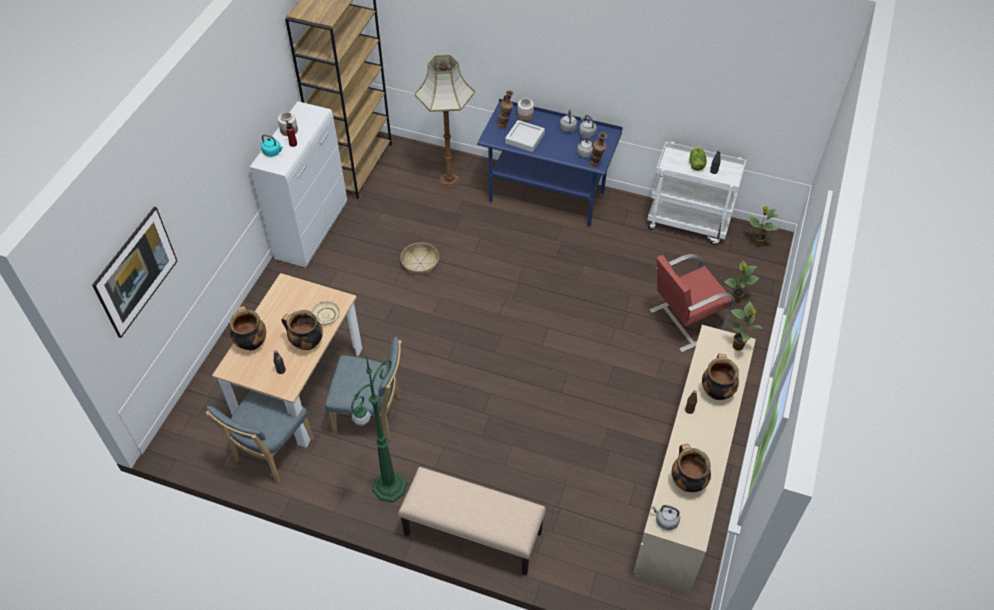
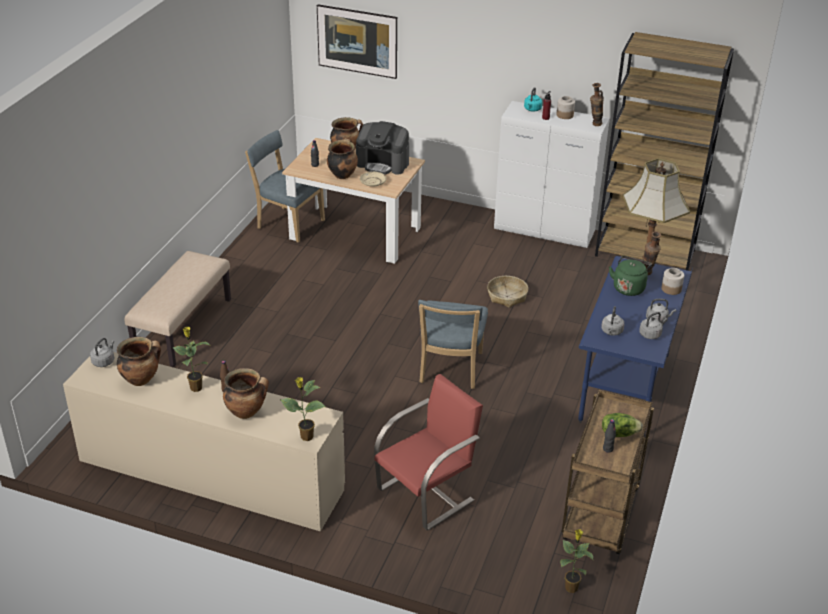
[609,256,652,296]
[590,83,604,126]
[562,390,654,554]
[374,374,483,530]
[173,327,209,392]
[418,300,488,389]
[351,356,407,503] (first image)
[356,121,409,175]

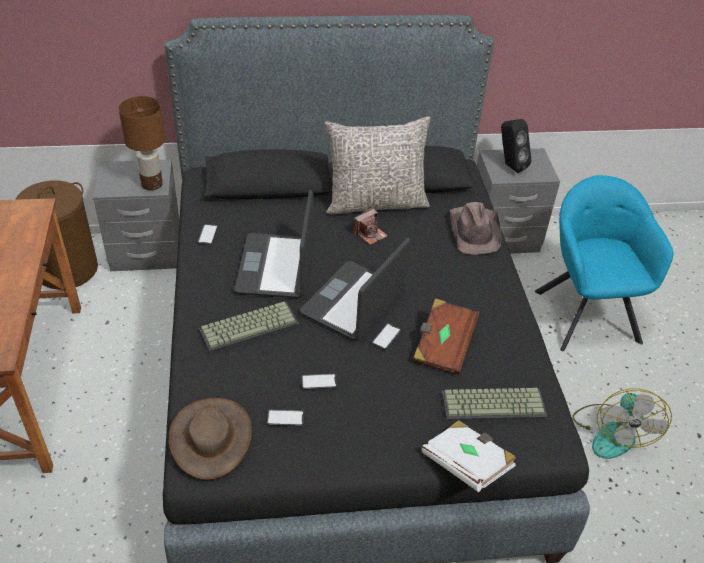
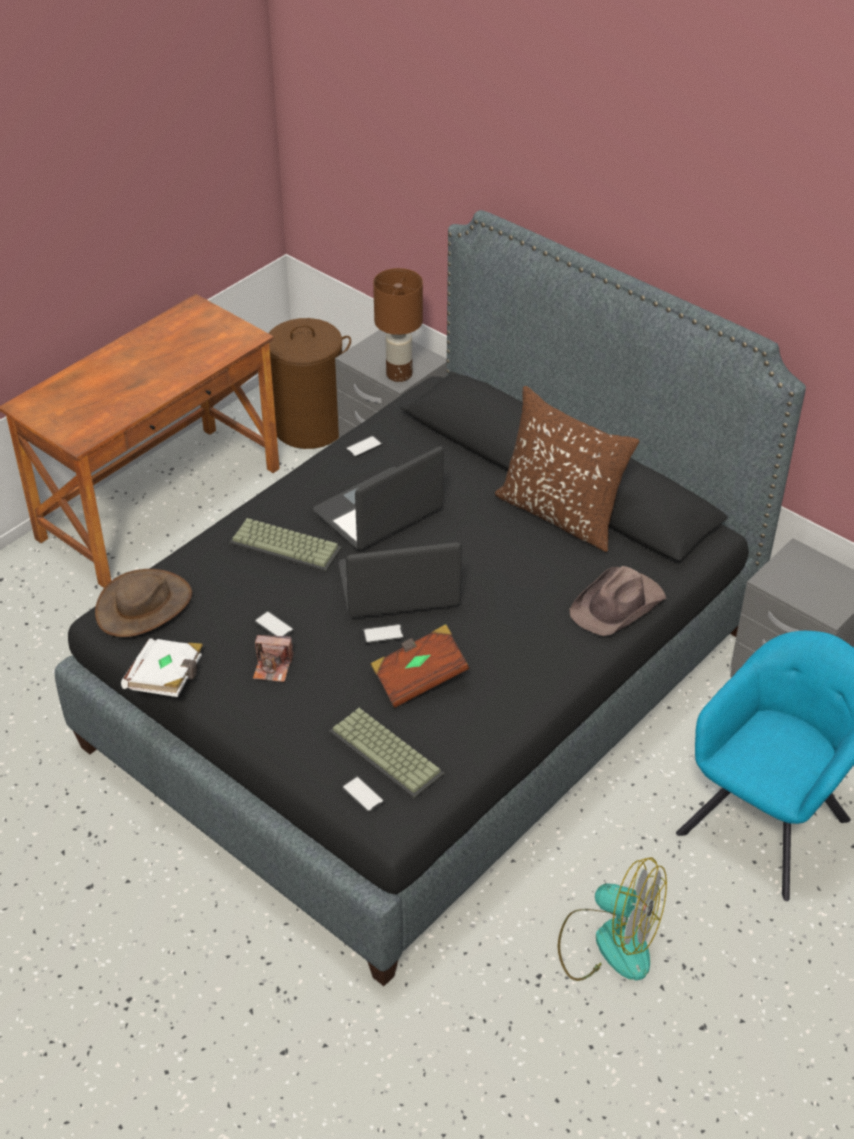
[495,386,639,552]
[501,119,531,173] (first image)
[253,635,293,682]
[558,858,667,981]
[341,776,385,813]
[121,638,203,697]

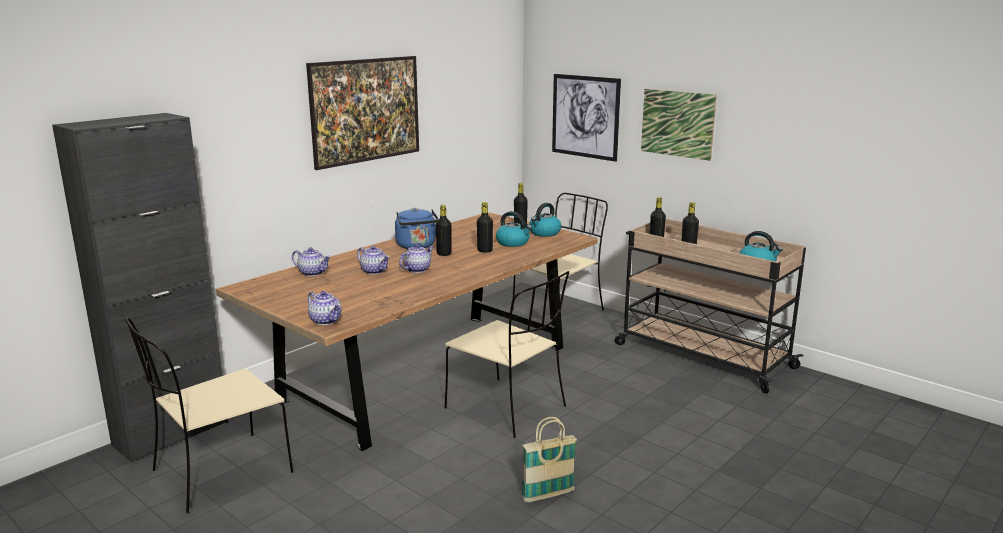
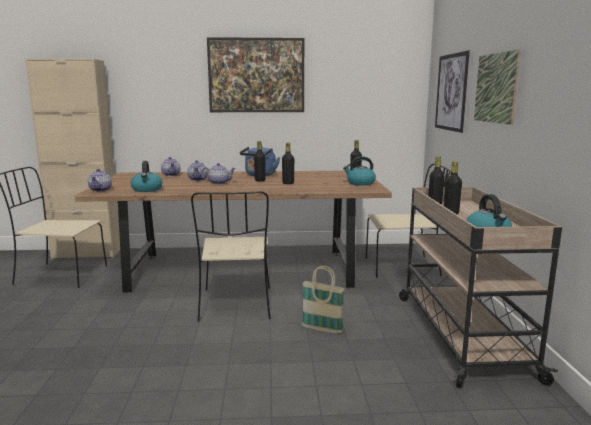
[25,59,120,259]
[131,161,162,192]
[302,266,345,334]

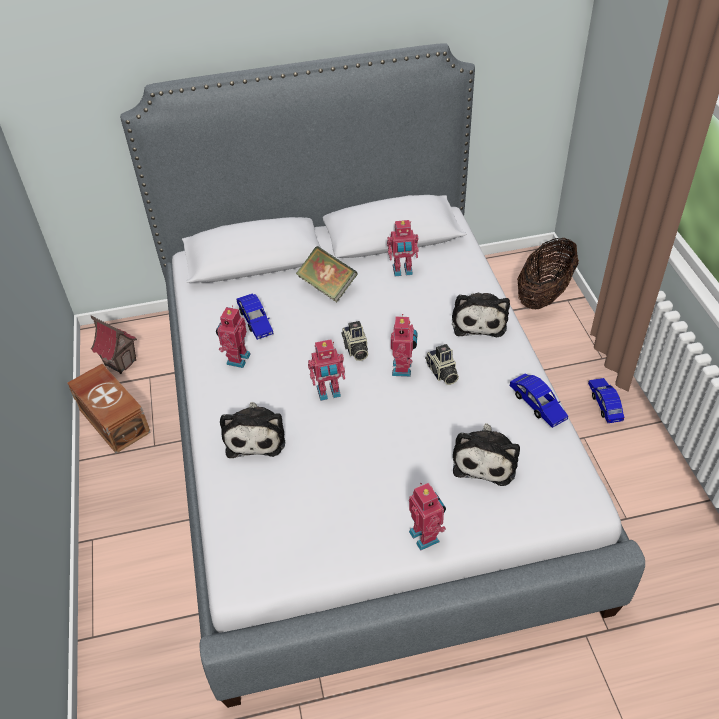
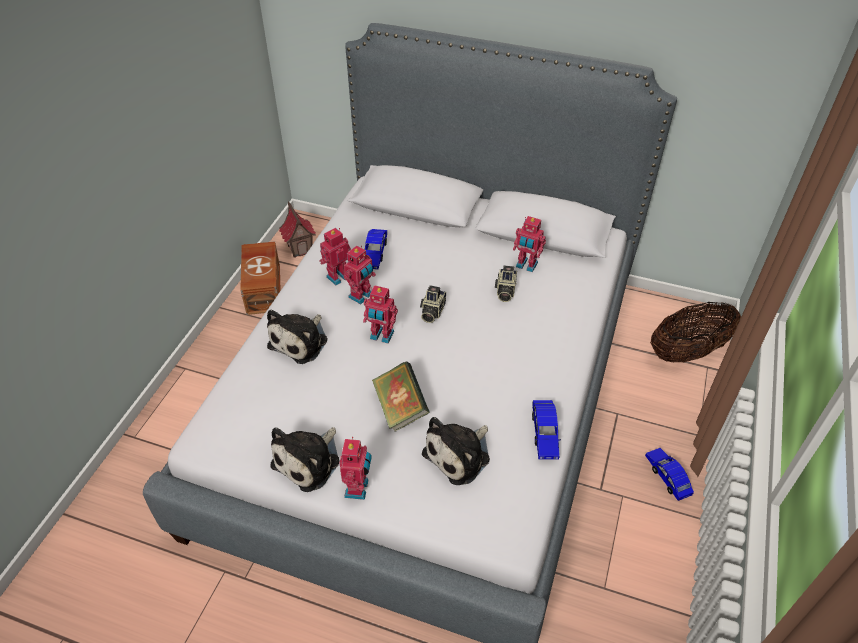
[372,361,430,432]
[270,427,340,492]
[344,245,376,304]
[495,265,517,302]
[645,448,694,501]

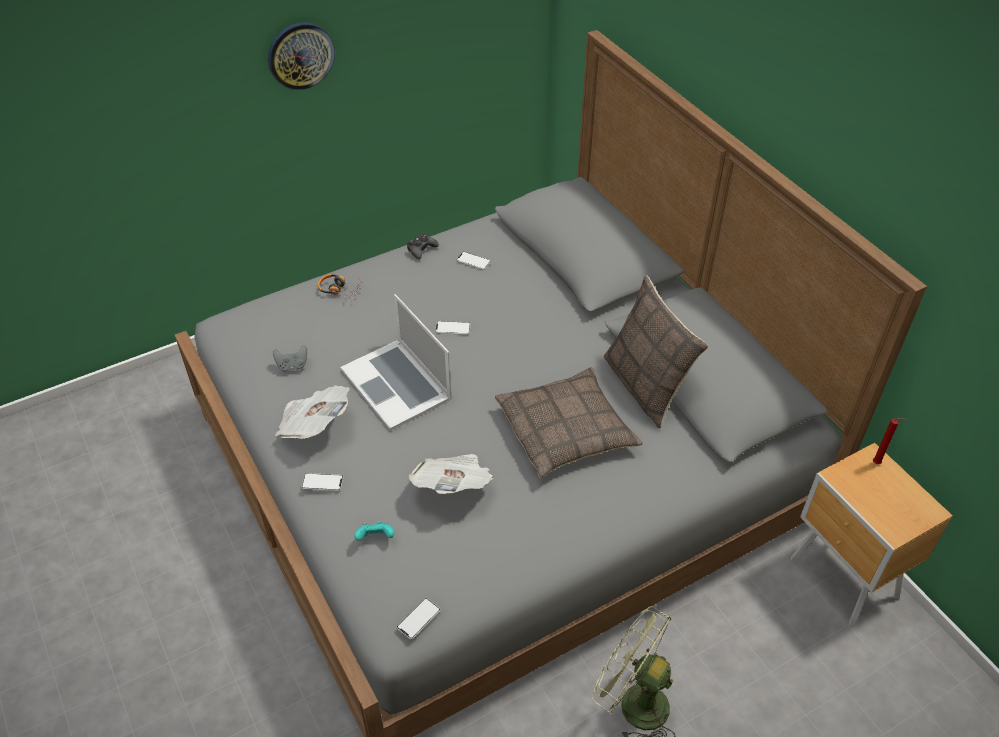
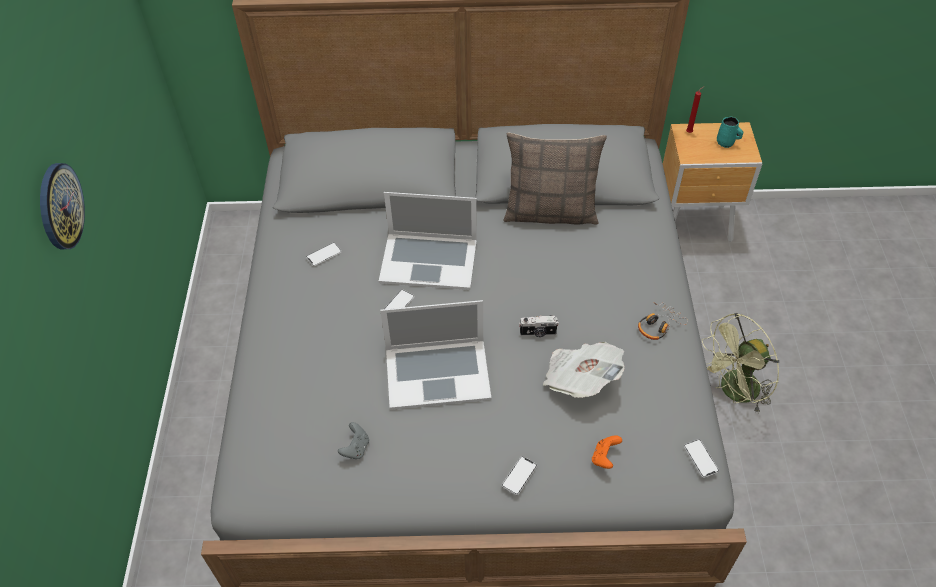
[407,234,439,259] (first image)
[638,302,688,340]
[495,367,643,478] (first image)
[275,385,349,439] (first image)
[592,435,622,469]
[717,116,743,148]
[379,192,477,290]
[519,315,559,337]

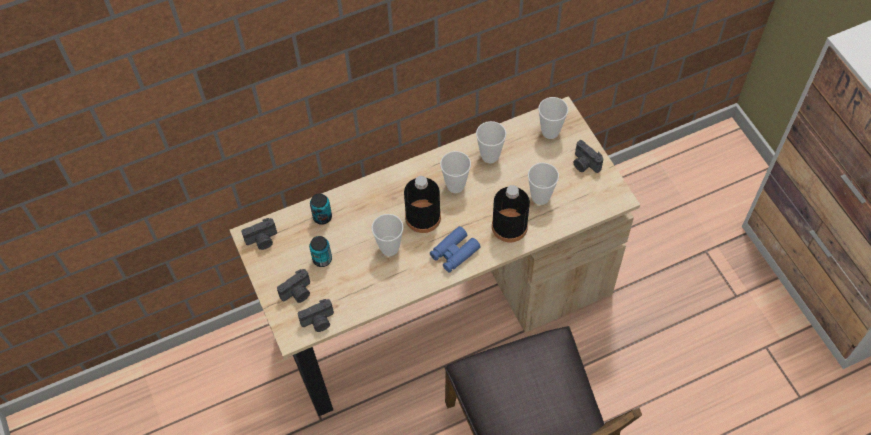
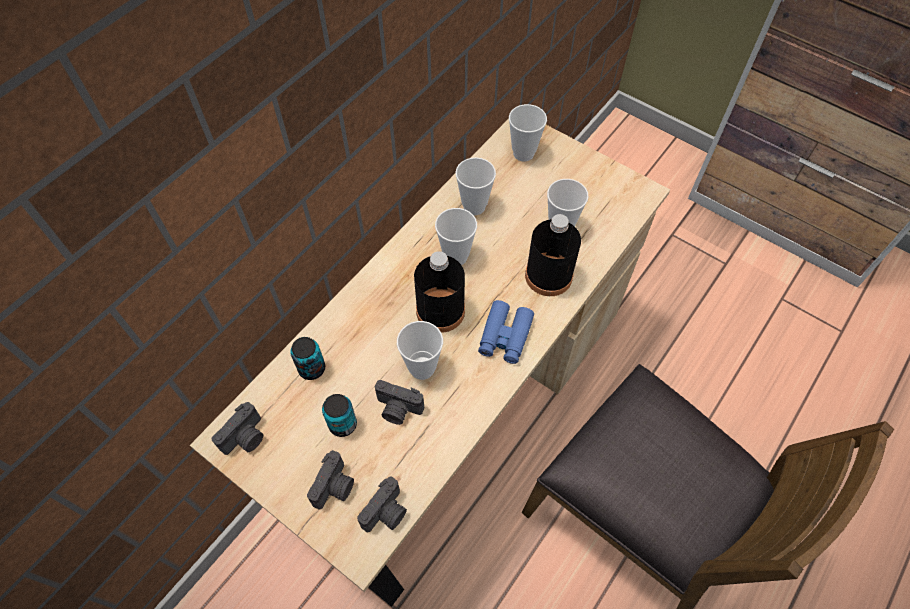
[375,380,424,425]

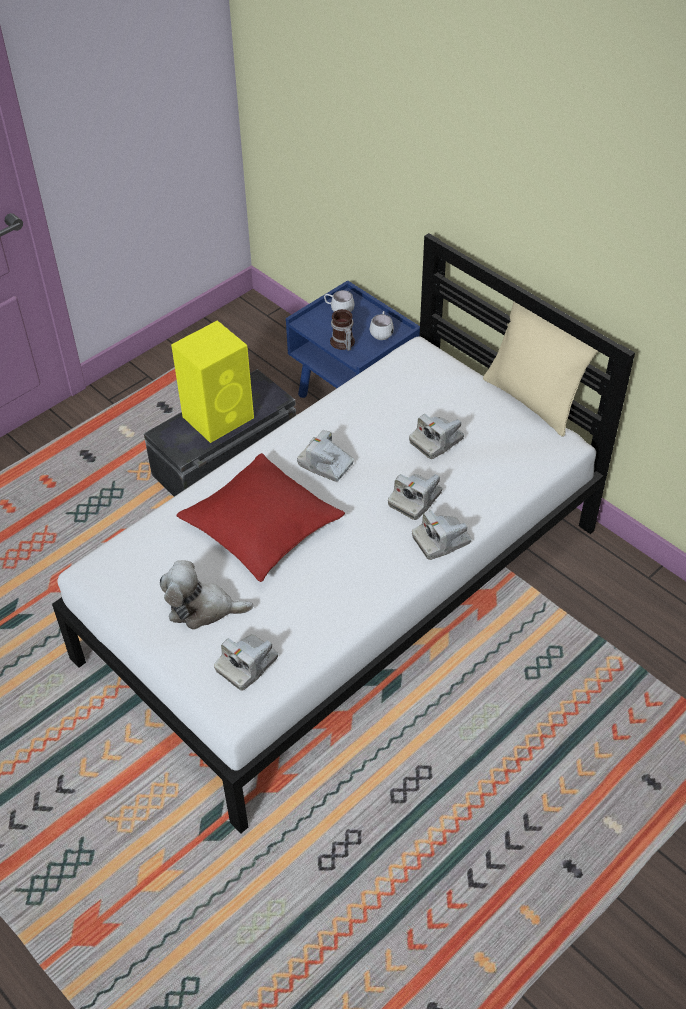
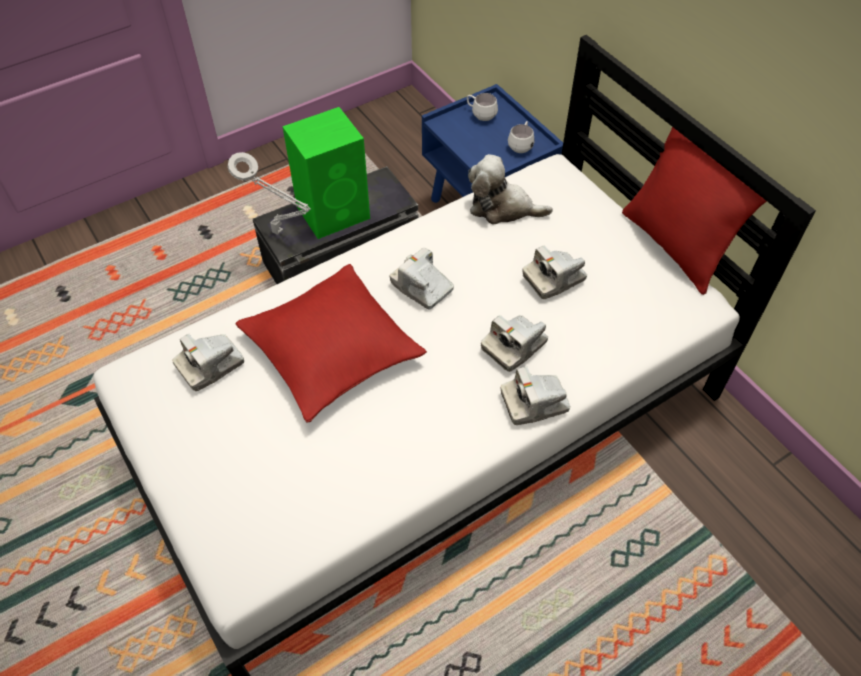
[622,127,767,295]
[330,309,355,351] (first image)
[282,107,370,239]
[468,154,553,224]
[172,334,244,391]
[228,152,311,235]

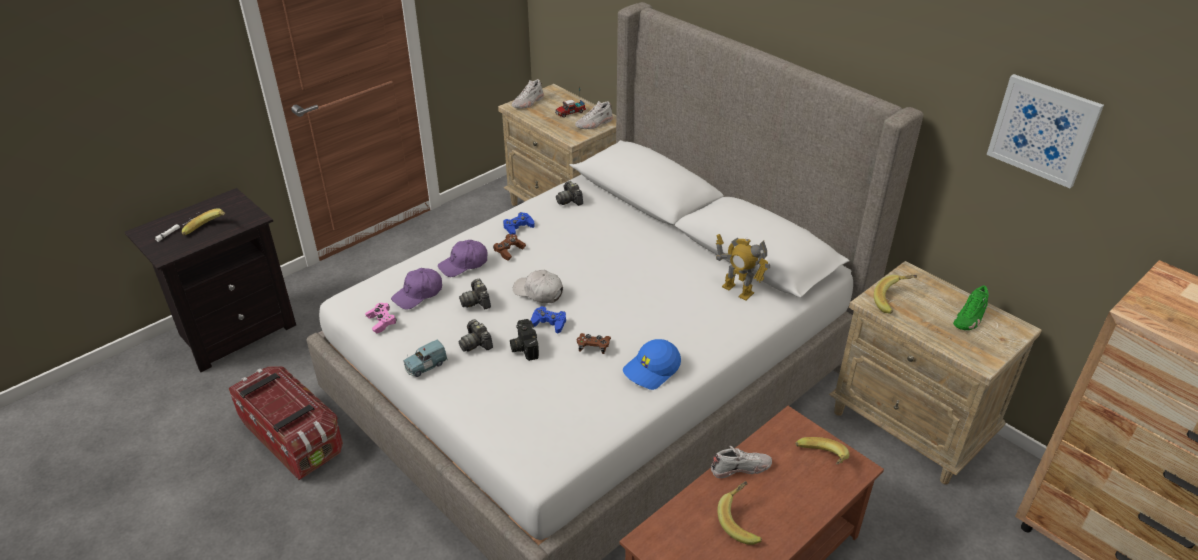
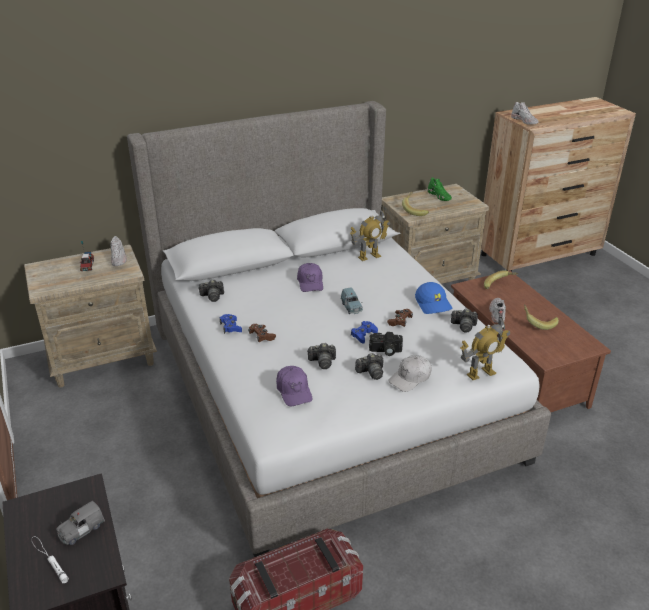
[987,74,1104,188] (first image)
[511,102,538,125]
[56,501,105,545]
[297,263,323,292]
[388,355,431,392]
[365,303,396,334] (first image)
[340,288,363,314]
[451,309,478,333]
[460,317,510,380]

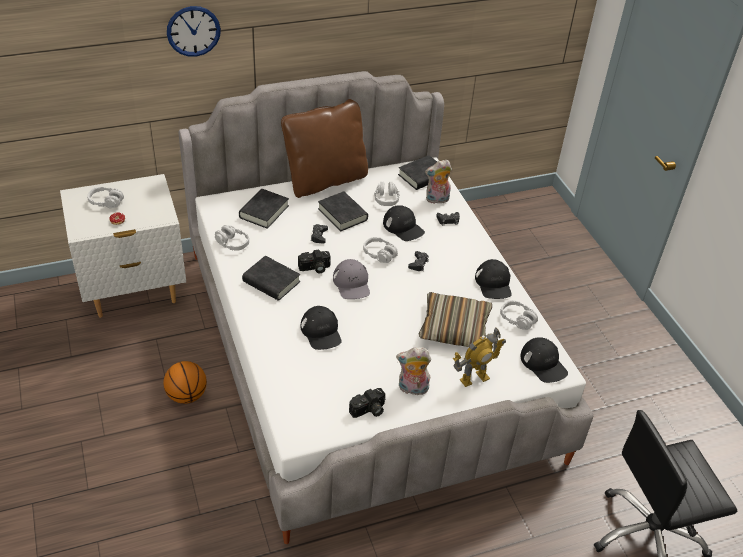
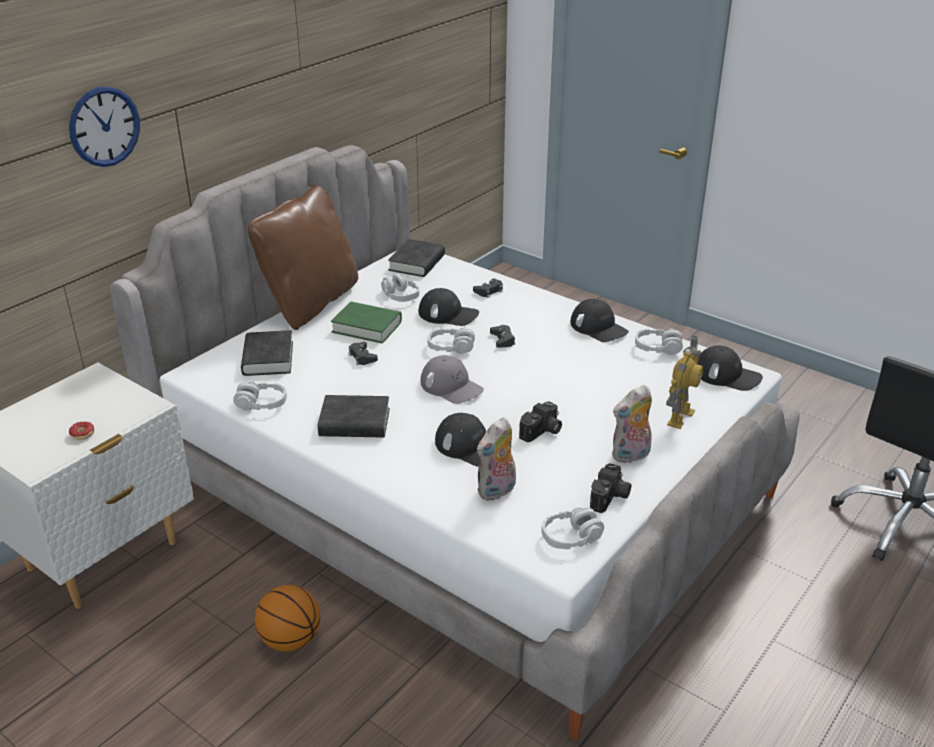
[477,417,516,501]
[542,507,604,549]
[331,302,402,344]
[519,401,562,442]
[418,292,492,347] (first image)

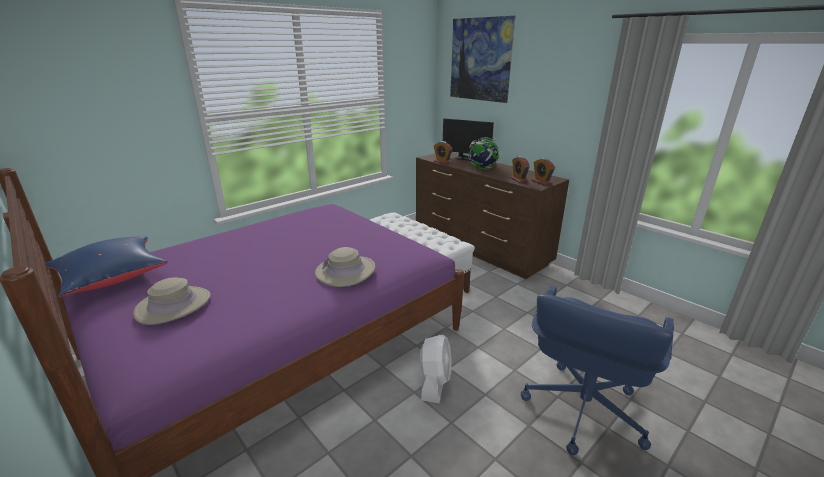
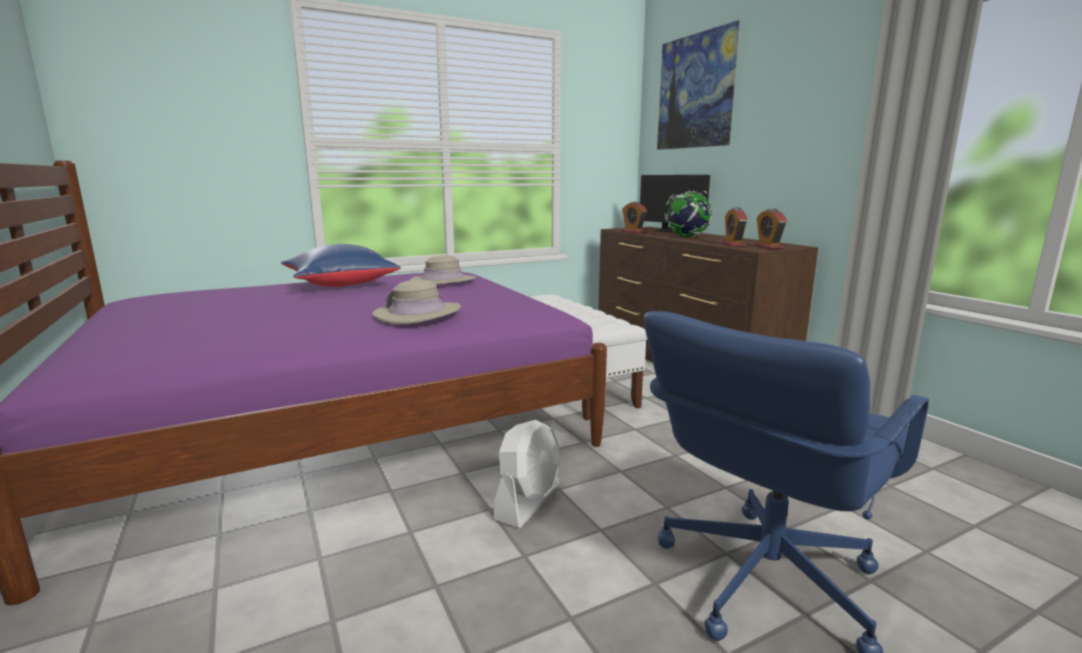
[281,244,401,287]
[410,255,476,285]

